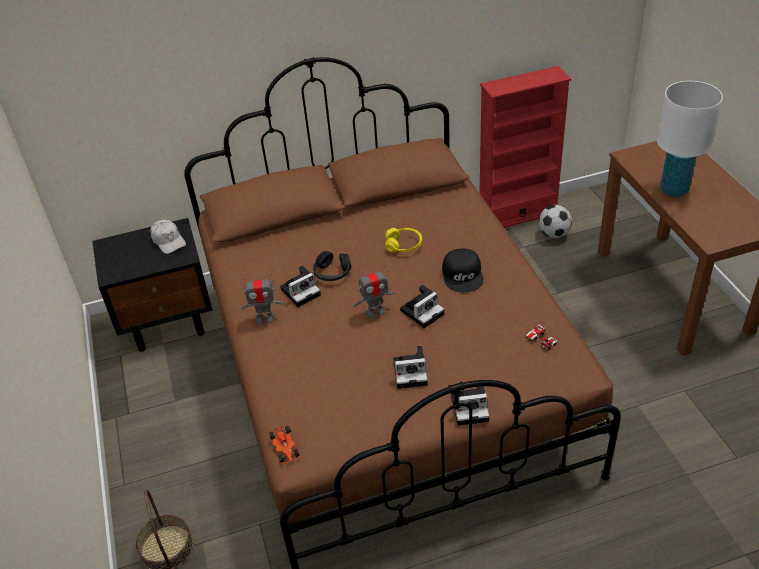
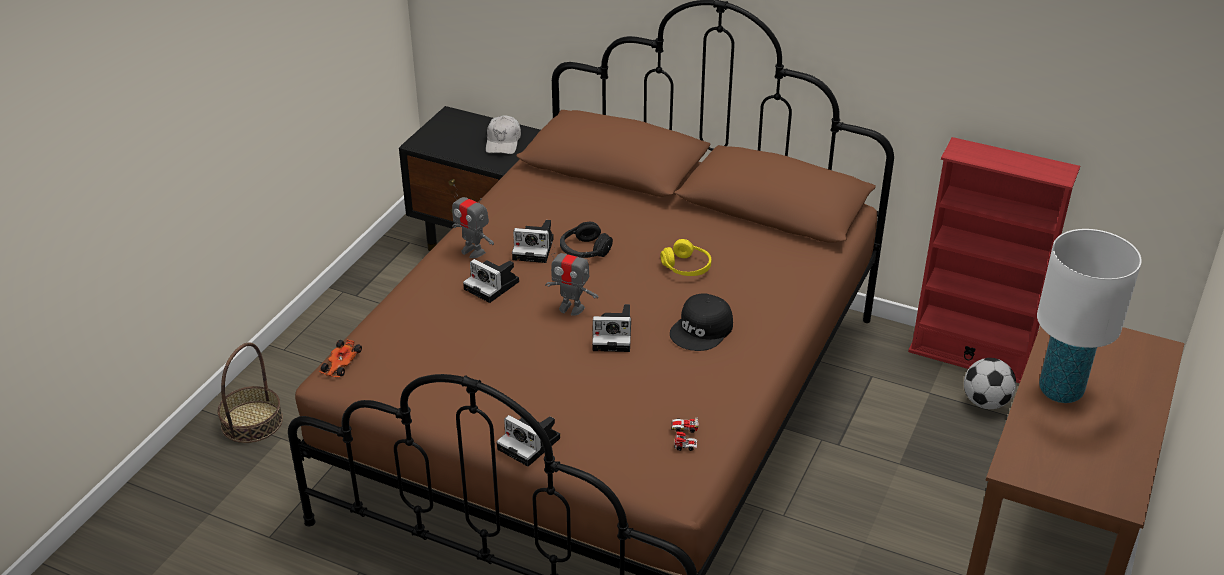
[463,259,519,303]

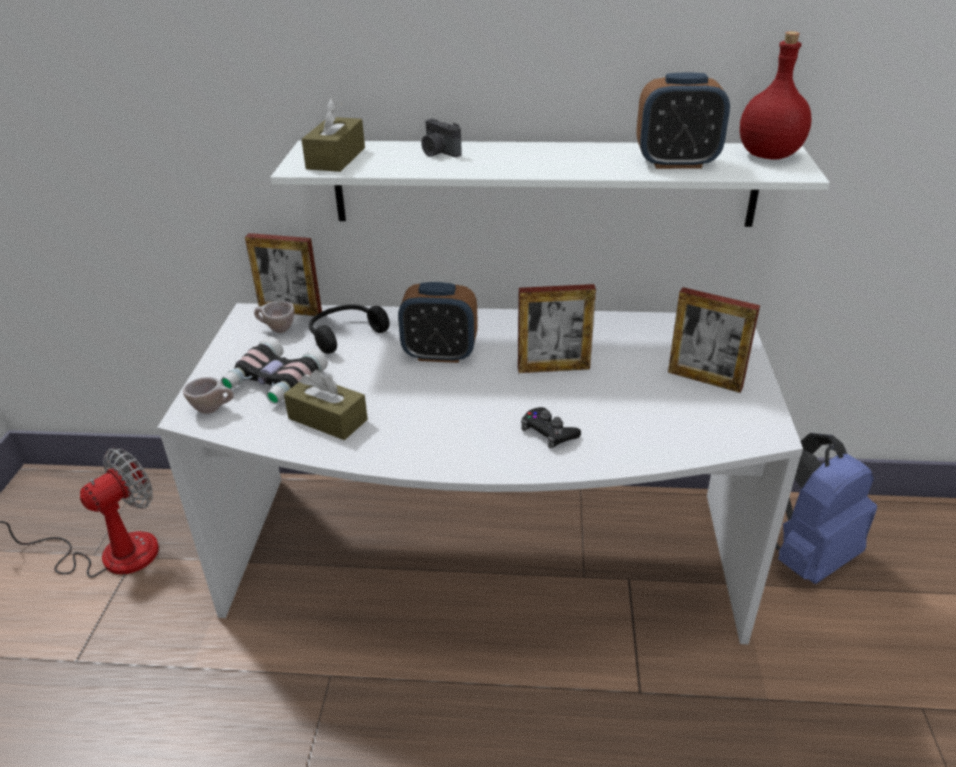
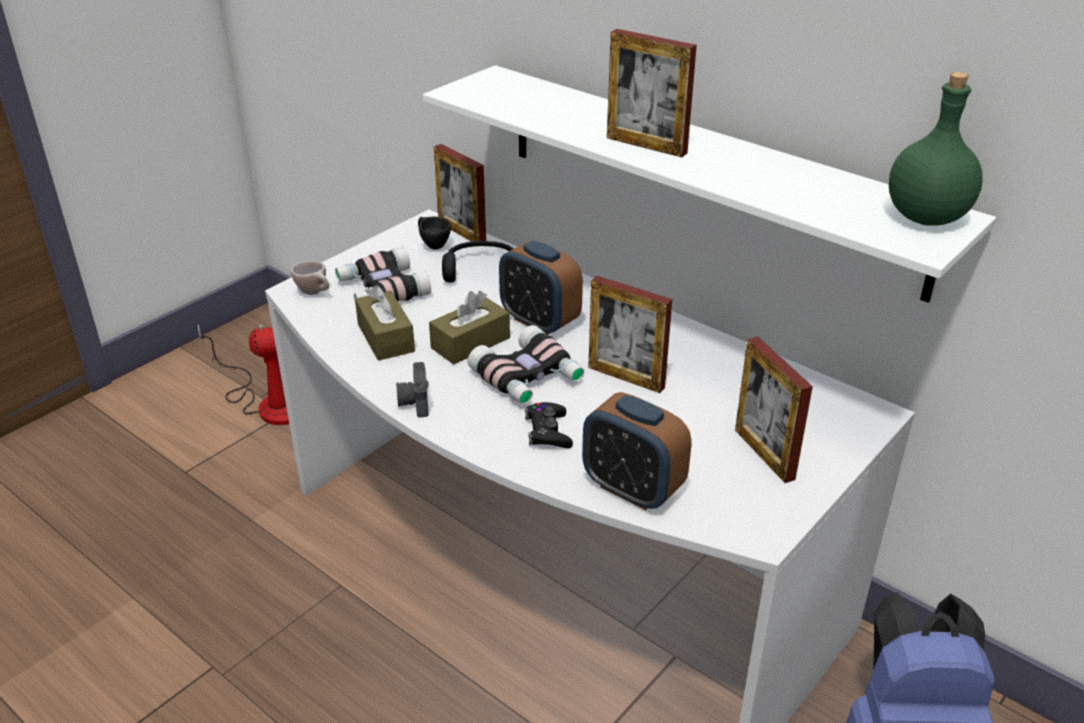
[889,72,982,226]
[582,392,691,510]
[429,291,510,364]
[396,362,429,418]
[418,216,451,250]
[607,29,697,157]
[467,325,584,404]

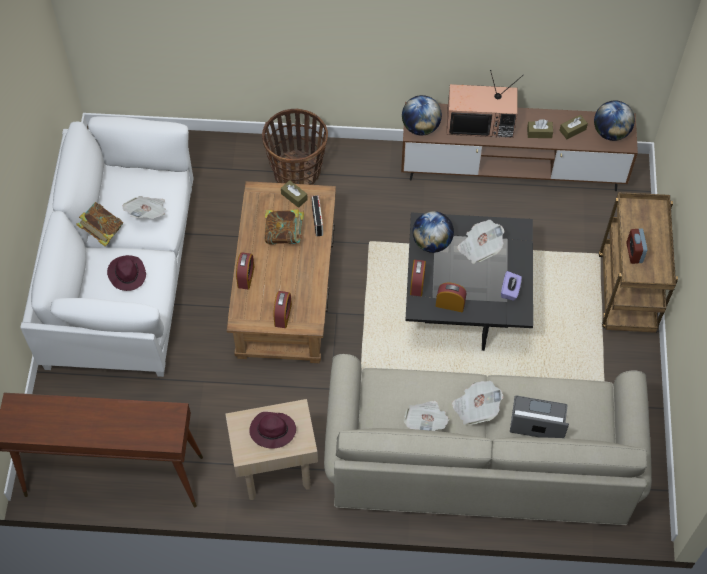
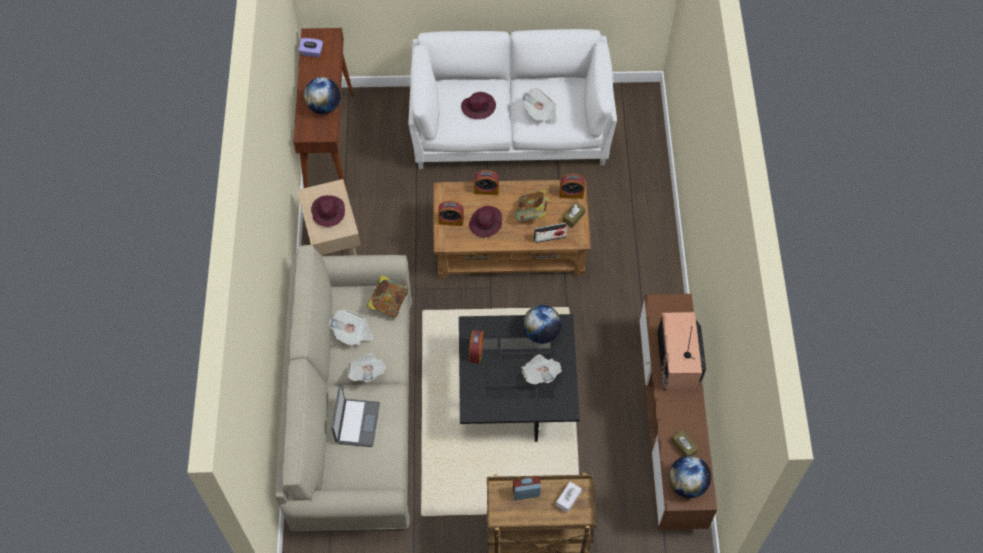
[304,77,341,114]
[262,109,328,185] (first image)
[527,119,553,138] (first image)
[366,275,408,318]
[559,174,585,199]
[298,38,323,57]
[469,206,502,237]
[556,482,582,513]

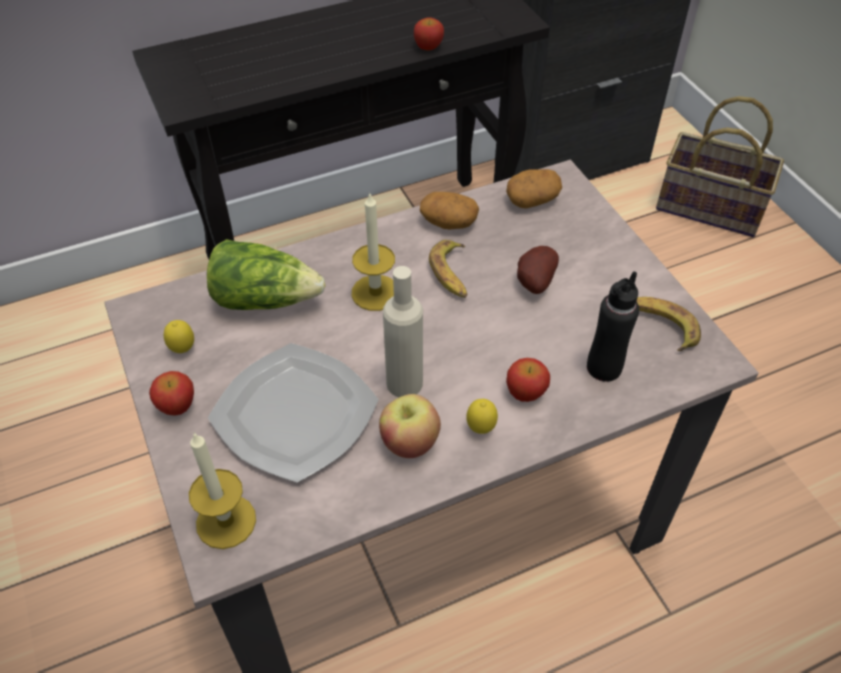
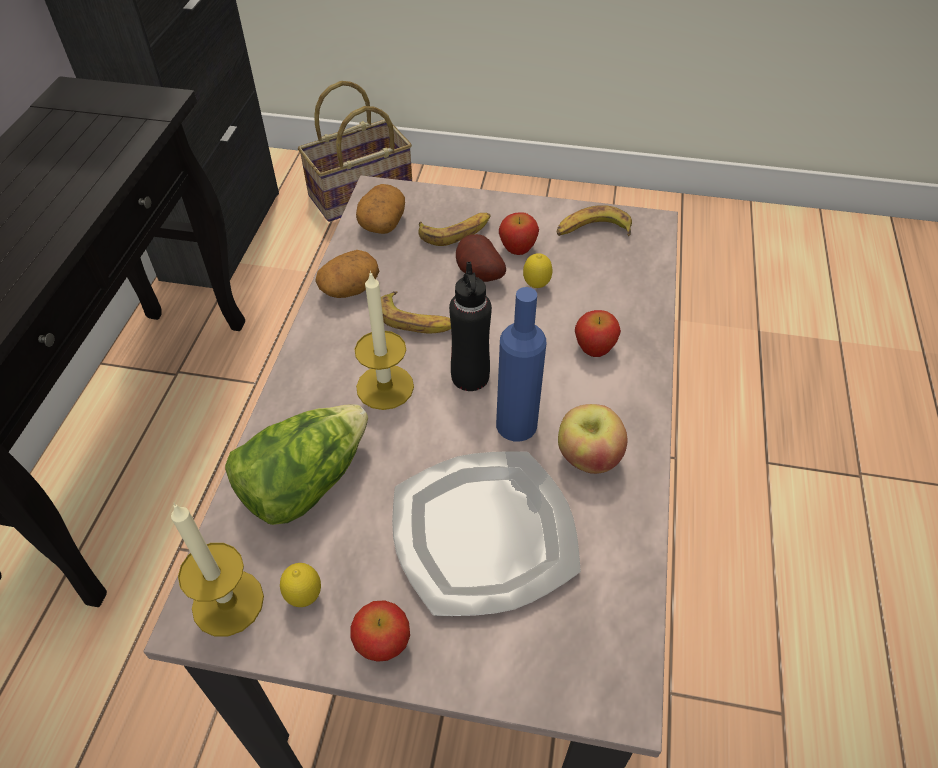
[499,212,539,255]
[496,287,546,442]
[449,262,492,391]
[523,253,552,288]
[171,503,264,636]
[418,213,491,246]

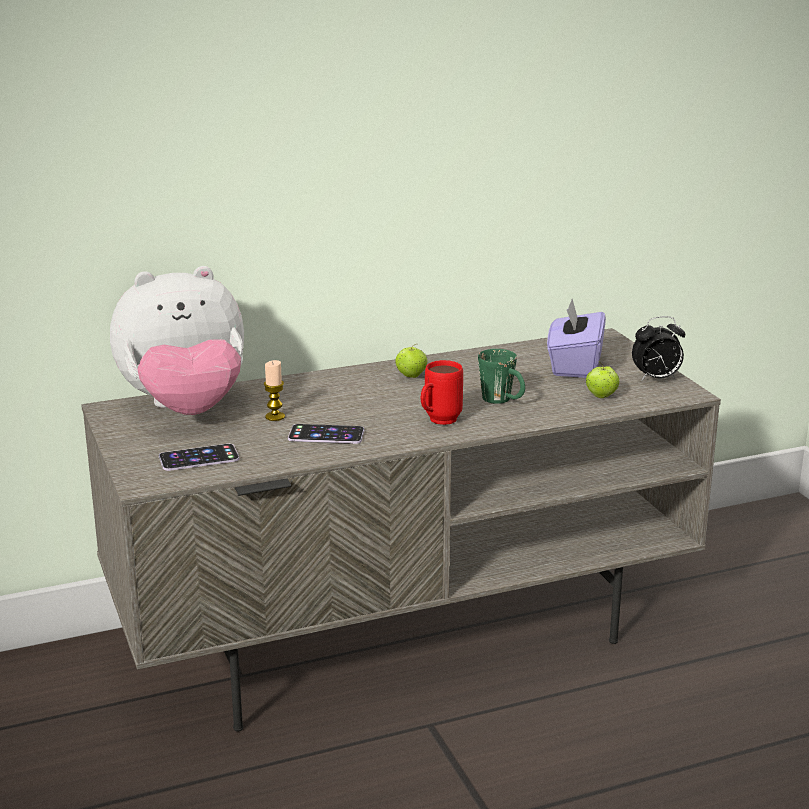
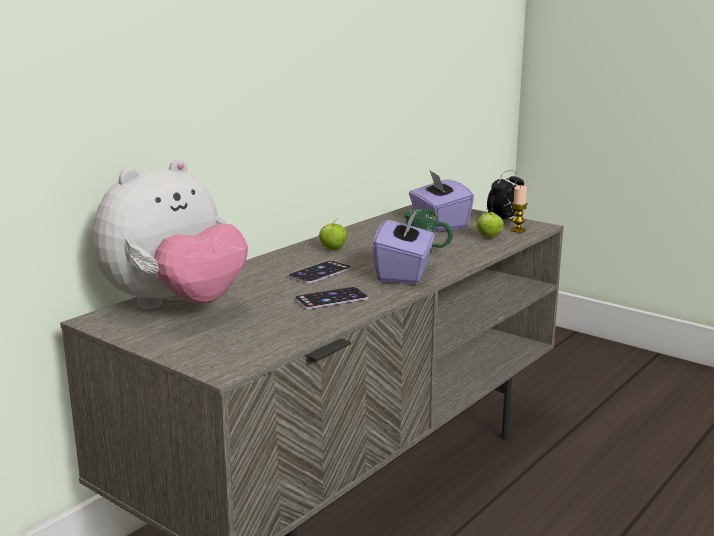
[511,186,528,233]
[373,209,434,284]
[288,260,351,283]

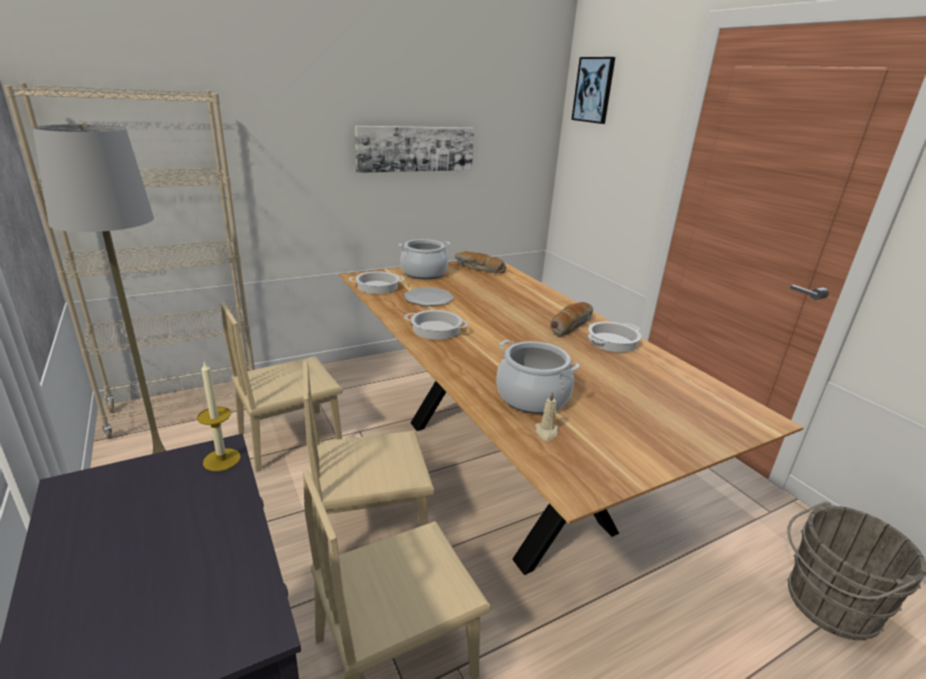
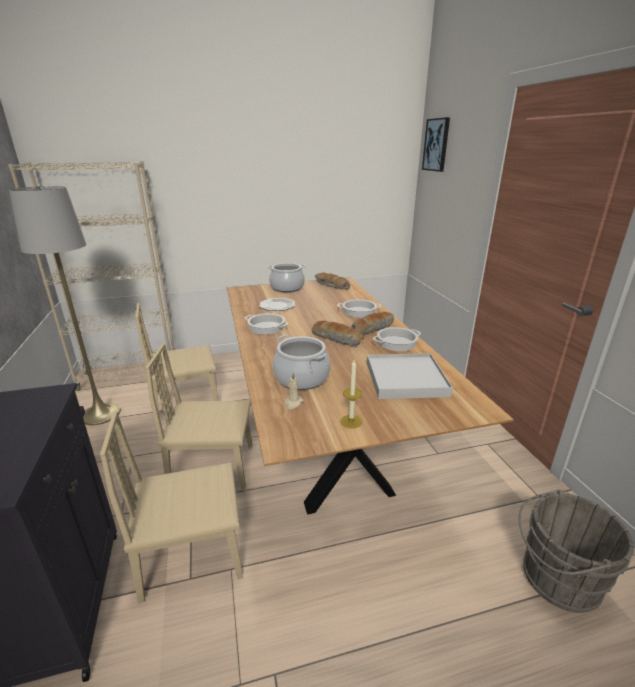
[355,126,474,173] (first image)
[337,299,382,318]
[340,360,362,428]
[312,321,364,346]
[367,353,453,399]

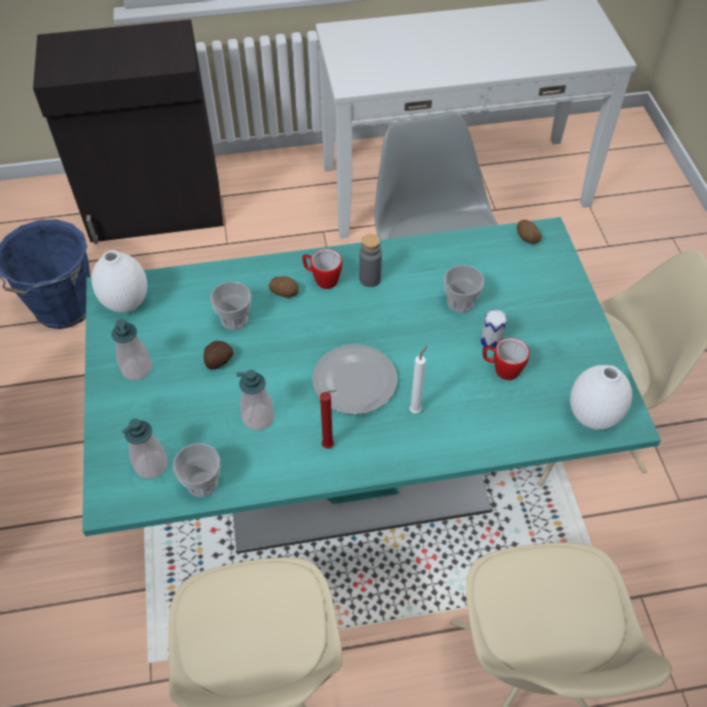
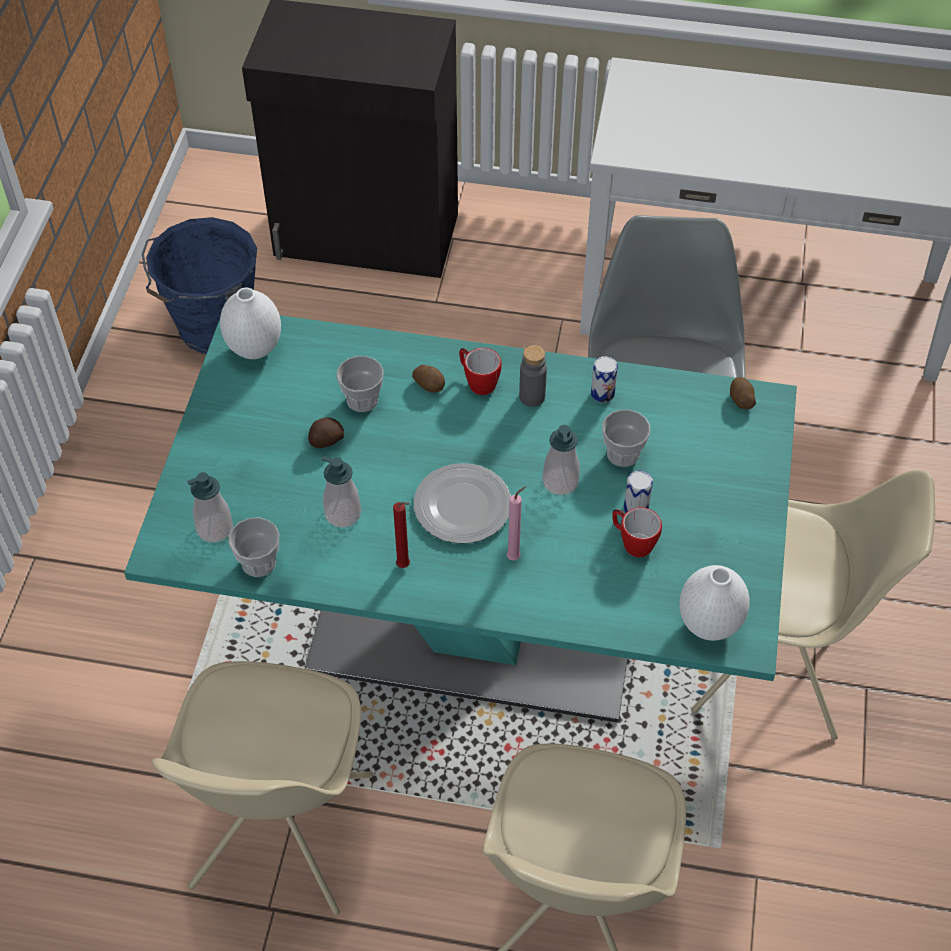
[542,425,580,495]
[507,486,526,561]
[591,356,618,403]

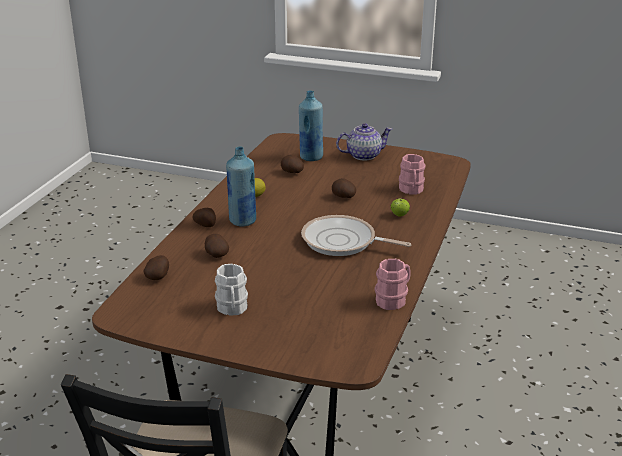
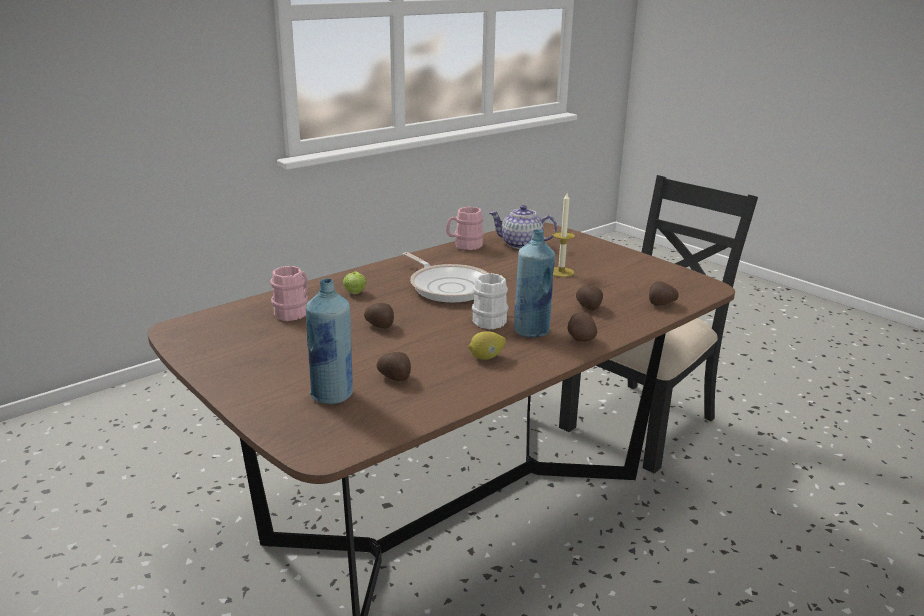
[489,205,557,249]
[472,273,508,329]
[553,193,575,277]

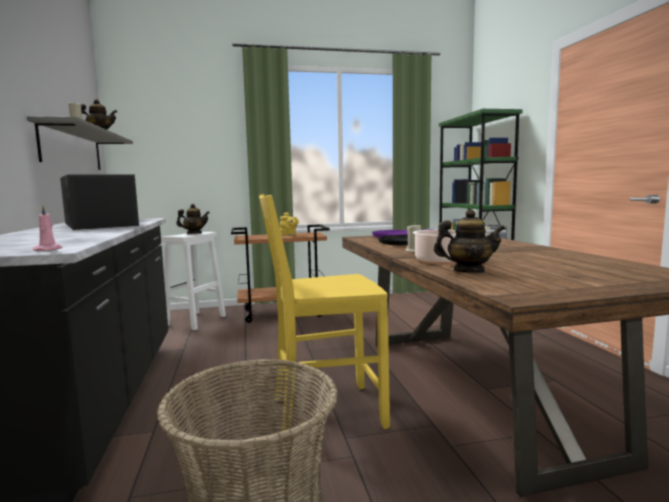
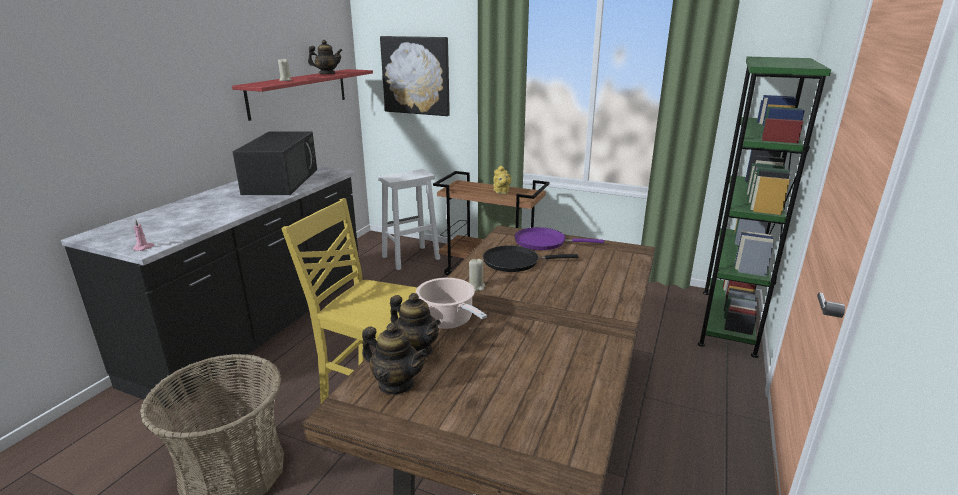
[232,69,373,121]
[362,323,427,394]
[380,36,450,116]

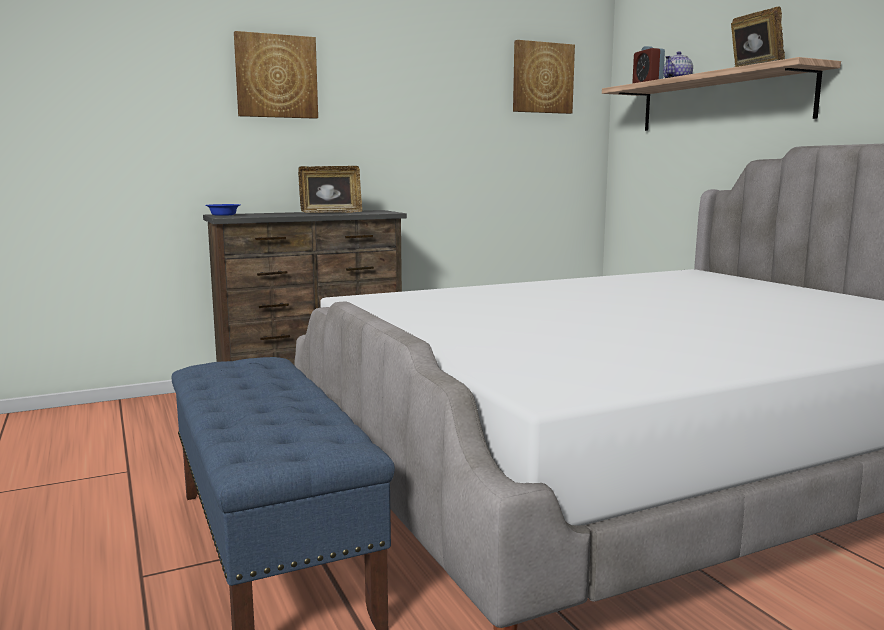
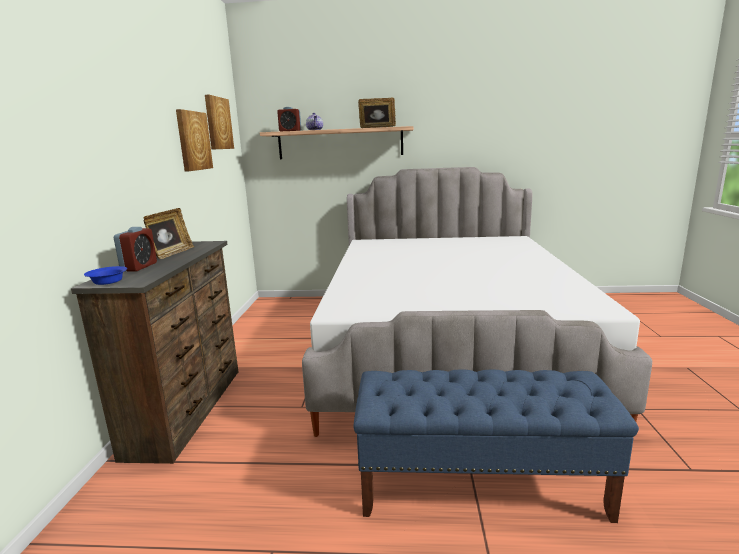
[176,109,213,171]
[114,227,157,271]

